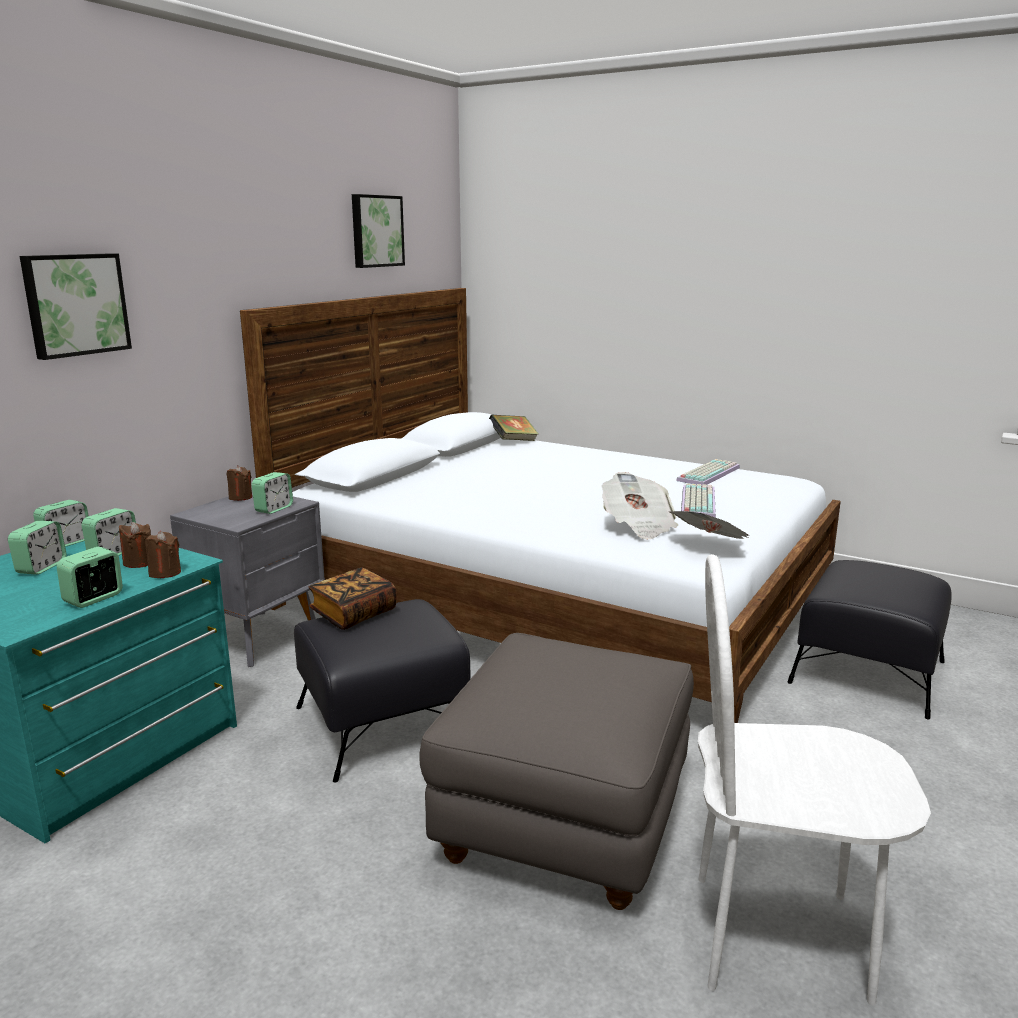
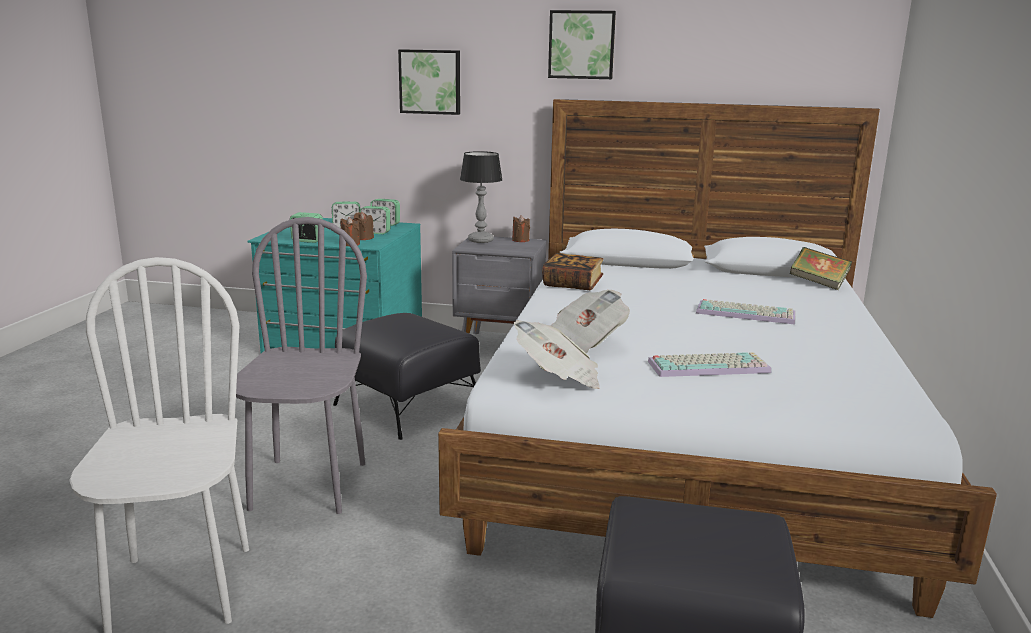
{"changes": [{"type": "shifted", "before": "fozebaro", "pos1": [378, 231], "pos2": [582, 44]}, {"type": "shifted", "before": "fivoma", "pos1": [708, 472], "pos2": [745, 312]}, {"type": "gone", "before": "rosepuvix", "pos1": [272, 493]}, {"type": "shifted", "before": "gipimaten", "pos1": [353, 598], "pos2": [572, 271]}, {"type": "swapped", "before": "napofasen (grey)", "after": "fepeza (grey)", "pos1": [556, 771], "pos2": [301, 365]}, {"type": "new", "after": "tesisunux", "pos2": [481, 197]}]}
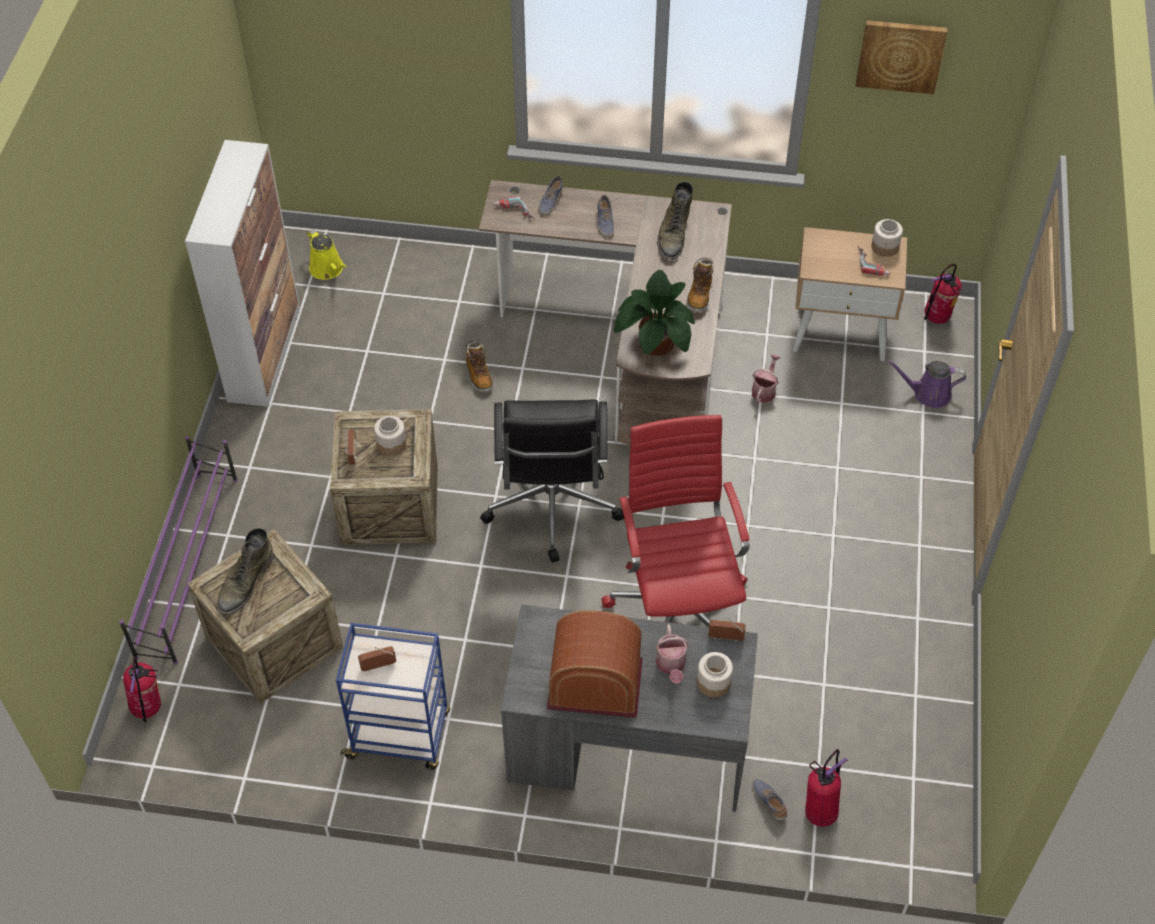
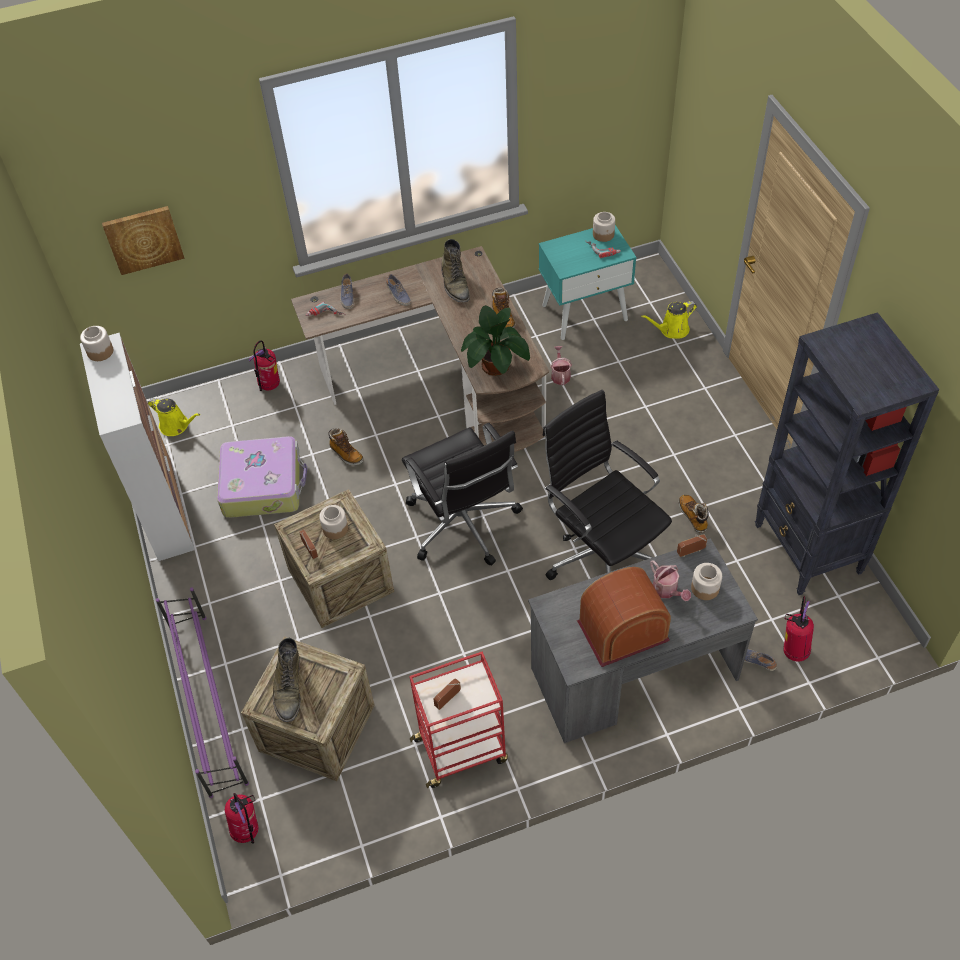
{"changes": [{"type": "shifted", "before": "fozebaro", "pos1": [902, 57], "pos2": [143, 240]}, {"type": "repainted", "before": "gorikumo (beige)", "after": "gorikumo (turquoise)", "pos1": [850, 294], "pos2": [587, 282]}, {"type": "shifted", "before": "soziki", "pos1": [943, 294], "pos2": [264, 365]}, {"type": "repainted", "before": "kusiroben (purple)", "after": "kusiroben (yellow)", "pos1": [926, 384], "pos2": [669, 320]}, {"type": "repainted", "before": "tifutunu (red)", "after": "tifutunu (black)", "pos1": [675, 521], "pos2": [607, 485]}, {"type": "repainted", "before": "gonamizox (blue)", "after": "gonamizox (red)", "pos1": [393, 696], "pos2": [458, 720]}, {"type": "new", "after": "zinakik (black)", "pos2": [847, 453]}, {"type": "new", "after": "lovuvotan", "pos2": [96, 343]}, {"type": "new", "after": "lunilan", "pos2": [262, 477]}, {"type": "new", "after": "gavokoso", "pos2": [694, 513]}]}
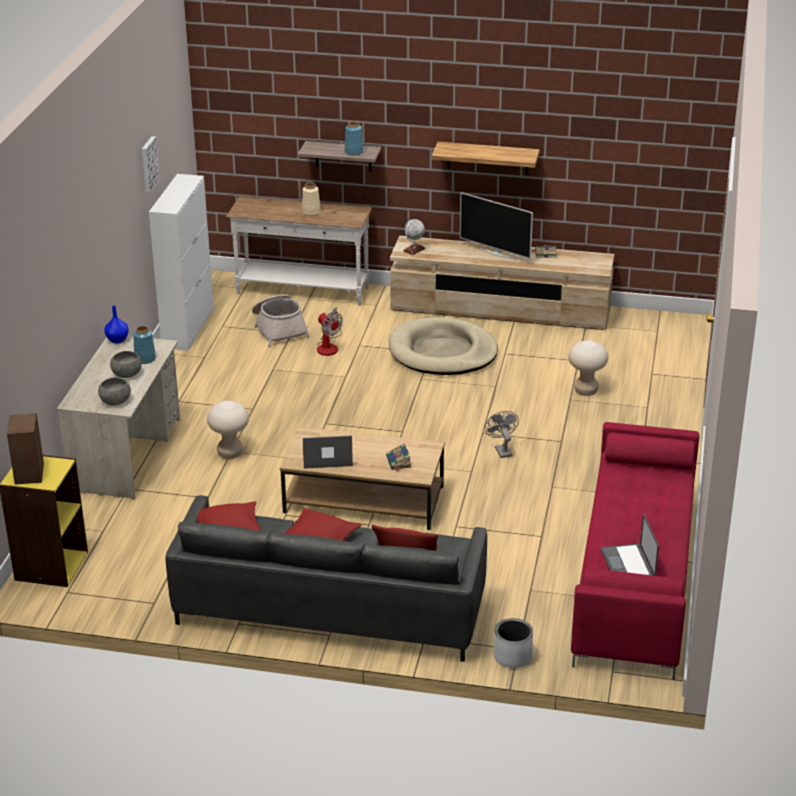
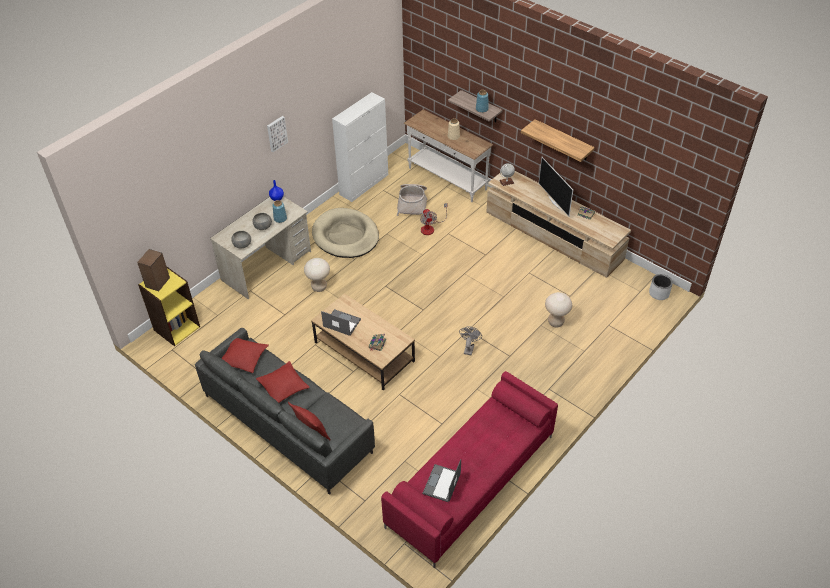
{"changes": [{"type": "shifted", "before": "fozebaro", "pos1": [151, 164], "pos2": [277, 134]}, {"type": "shifted", "before": "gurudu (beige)", "pos1": [443, 346], "pos2": [345, 233]}, {"type": "shifted", "before": "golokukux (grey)", "pos1": [513, 643], "pos2": [661, 287]}]}
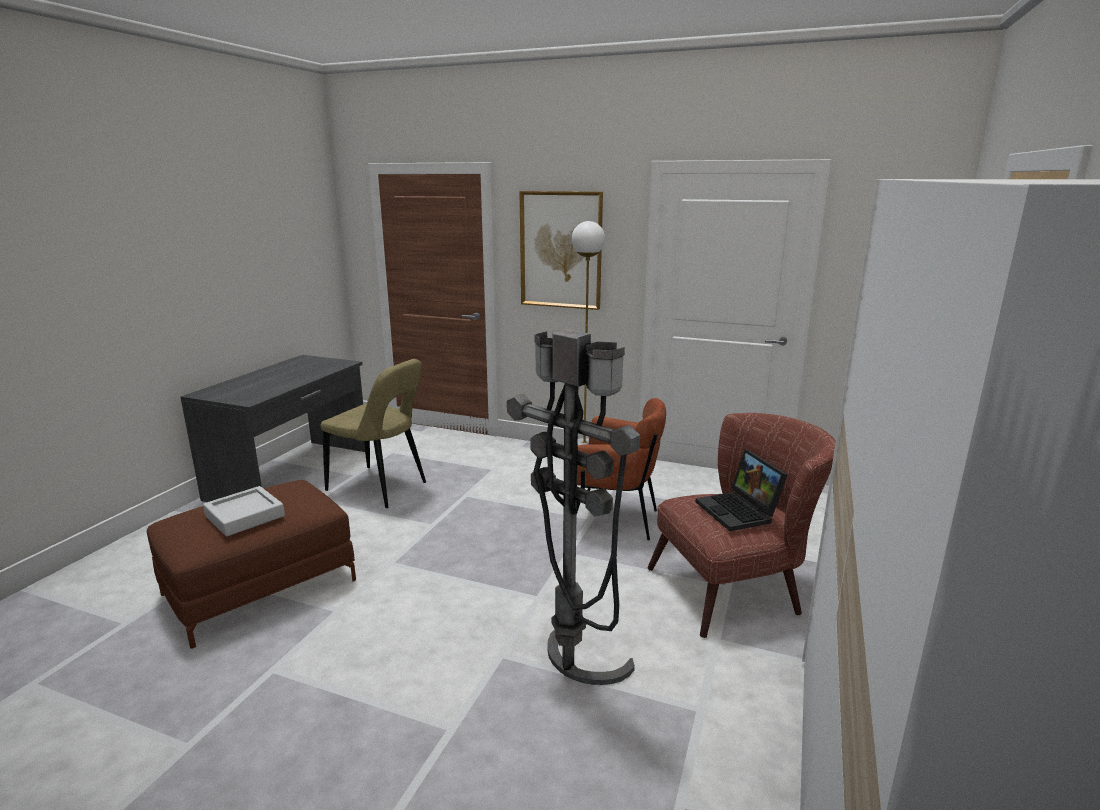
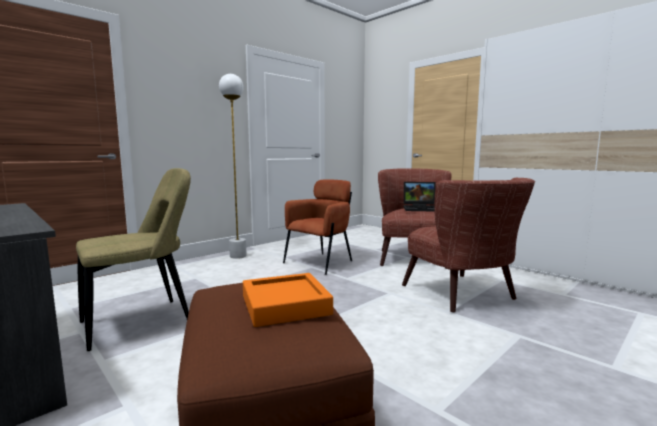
{"changes": [{"type": "gone", "before": "fozebaro", "pos1": [561, 250]}, {"type": "swapped", "before": "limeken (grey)", "after": "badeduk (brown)", "pos1": [573, 507], "pos2": [468, 245]}, {"type": "repainted", "before": "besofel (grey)", "after": "besofel (orange)", "pos1": [244, 511], "pos2": [288, 300]}]}
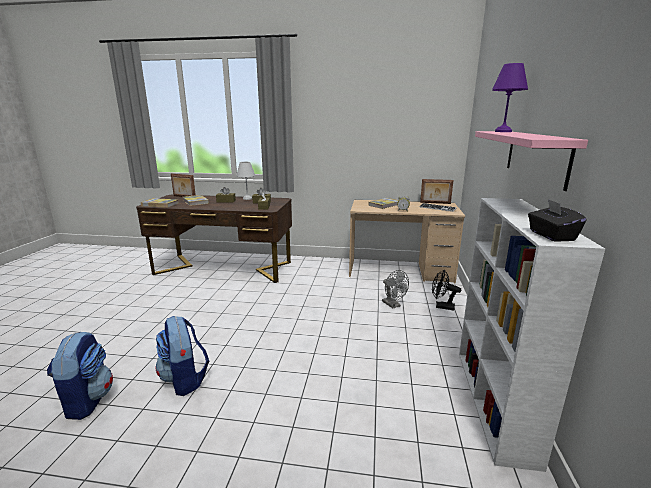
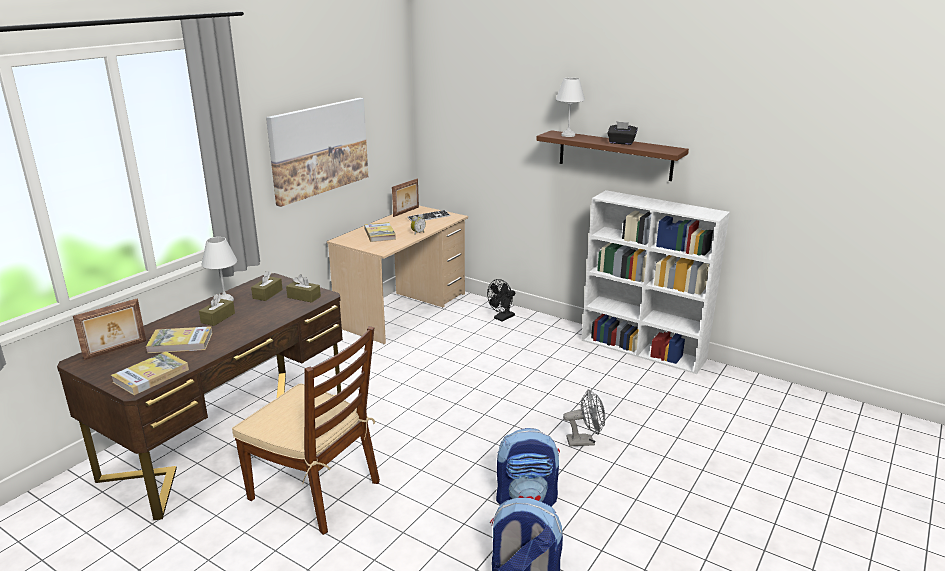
{"changes": [{"type": "repainted", "before": "tesisunux (purple)", "after": "tesisunux (white)", "pos1": [510, 97], "pos2": [570, 107]}, {"type": "repainted", "before": "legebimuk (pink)", "after": "legebimuk (brown)", "pos1": [531, 161], "pos2": [612, 155]}, {"type": "shifted", "before": "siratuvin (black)", "pos1": [557, 220], "pos2": [622, 133]}, {"type": "shifted", "before": "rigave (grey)", "pos1": [395, 289], "pos2": [584, 417]}, {"type": "new", "after": "fozebaro", "pos2": [317, 152]}, {"type": "new", "after": "fepeza (brown)", "pos2": [306, 430]}]}
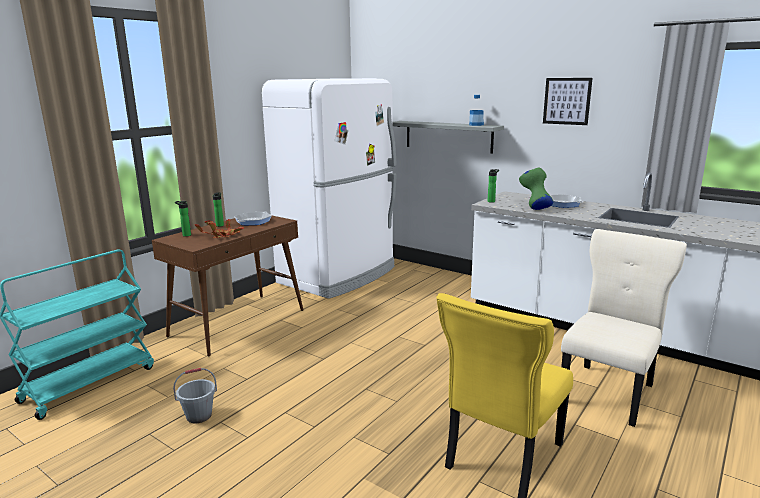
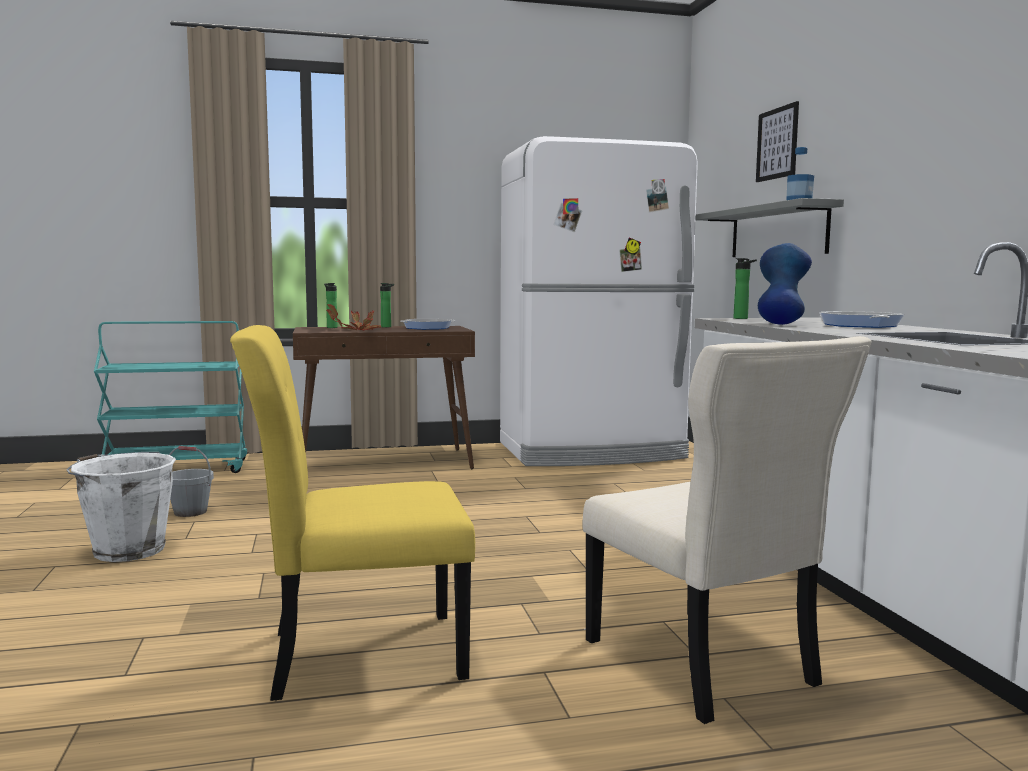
{"changes": [{"type": "shifted", "before": "fozebaro", "pos1": [568, 101], "pos2": [777, 141]}, {"type": "repainted", "before": "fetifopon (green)", "after": "fetifopon (blue)", "pos1": [536, 188], "pos2": [785, 284]}, {"type": "rotated", "before": "fepeza (beige)", "pos1": [624, 328], "pos2": [726, 530], "turn": 75}, {"type": "new", "after": "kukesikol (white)", "pos2": [121, 507]}]}
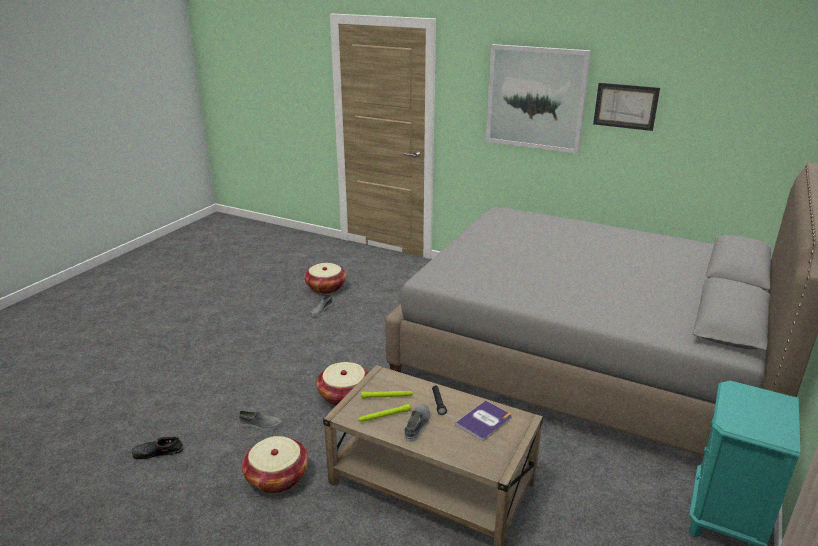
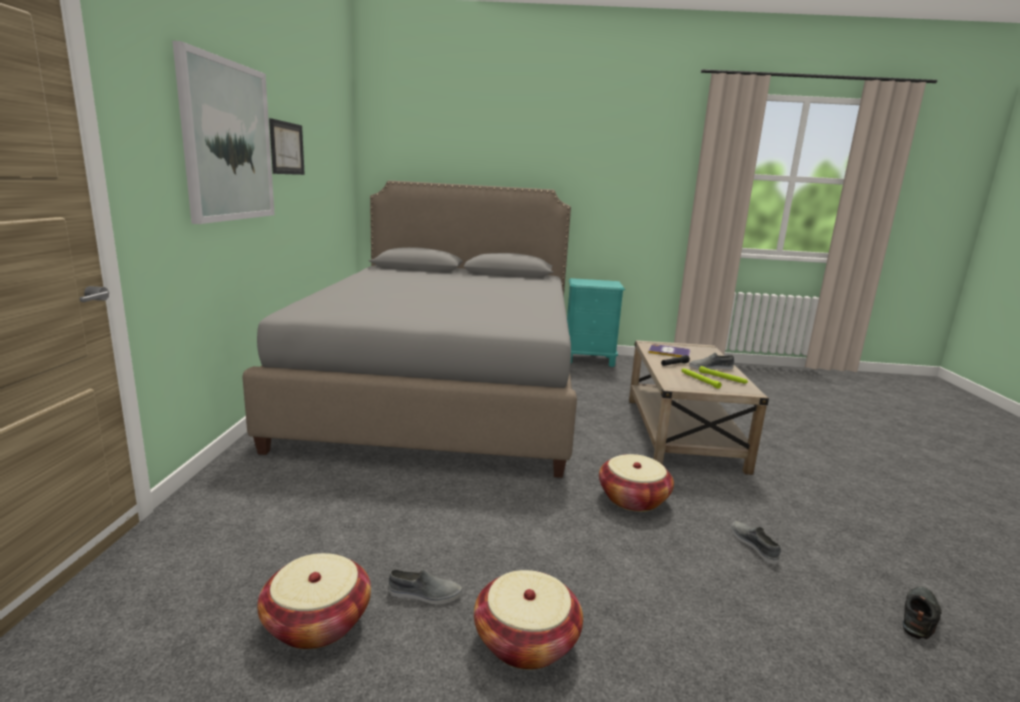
{"changes": [{"type": "rotated", "before": "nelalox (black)", "pos1": [157, 448], "pos2": [922, 612], "turn": -105}, {"type": "shifted", "before": "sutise", "pos1": [275, 464], "pos2": [528, 620]}]}
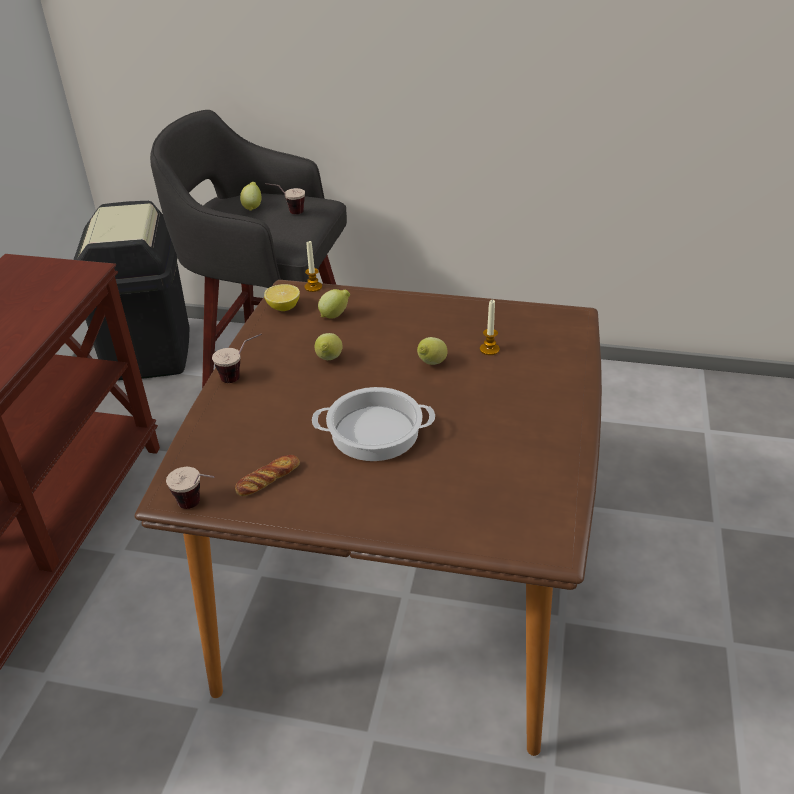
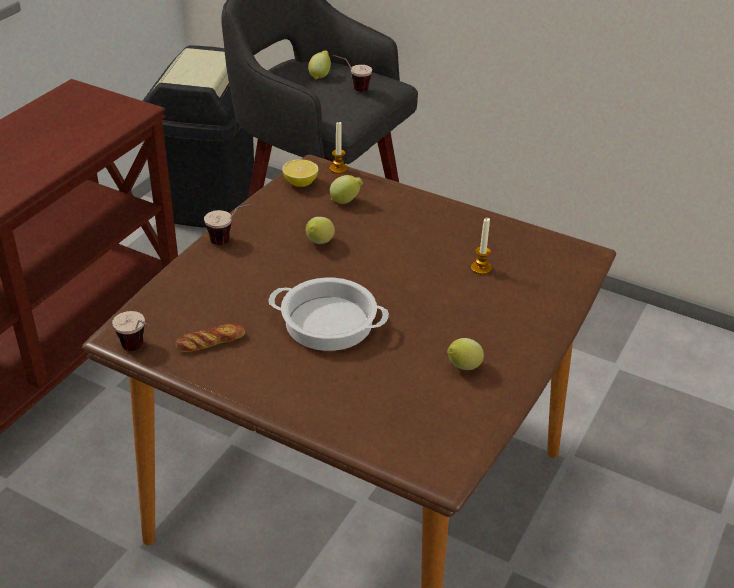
{"changes": [{"type": "shifted", "before": "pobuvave", "pos1": [432, 351], "pos2": [465, 354]}]}
